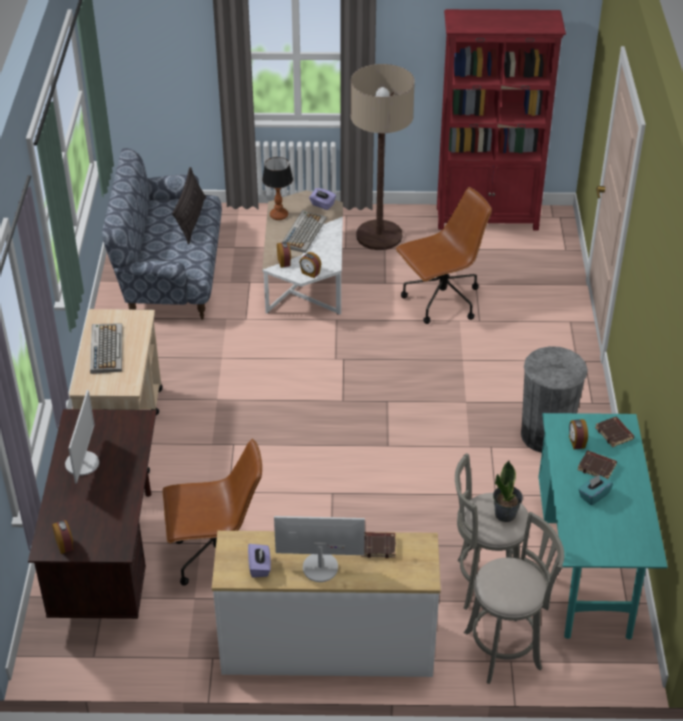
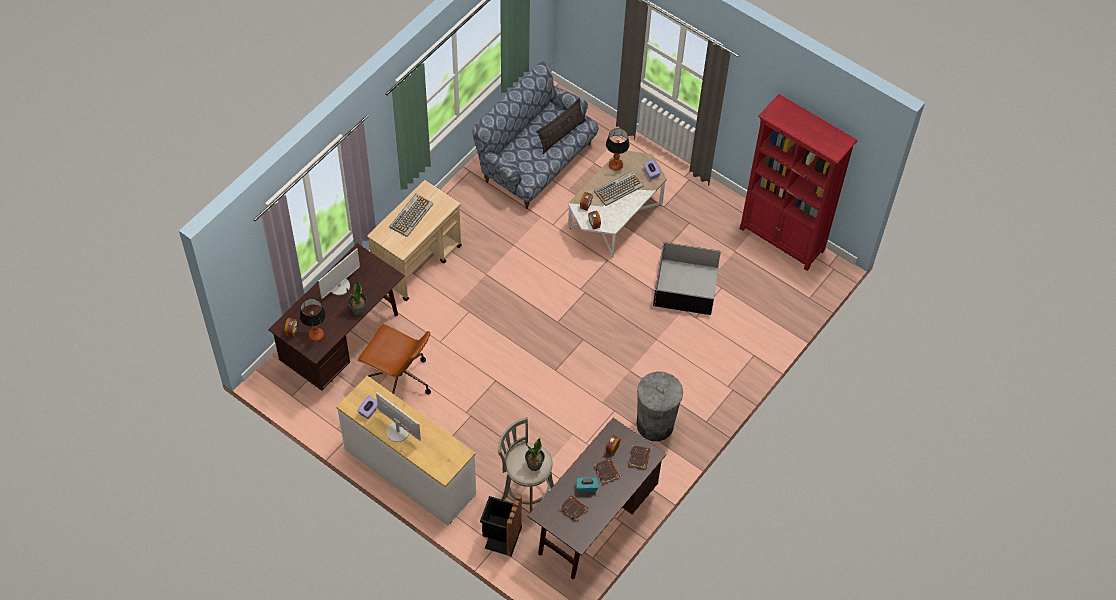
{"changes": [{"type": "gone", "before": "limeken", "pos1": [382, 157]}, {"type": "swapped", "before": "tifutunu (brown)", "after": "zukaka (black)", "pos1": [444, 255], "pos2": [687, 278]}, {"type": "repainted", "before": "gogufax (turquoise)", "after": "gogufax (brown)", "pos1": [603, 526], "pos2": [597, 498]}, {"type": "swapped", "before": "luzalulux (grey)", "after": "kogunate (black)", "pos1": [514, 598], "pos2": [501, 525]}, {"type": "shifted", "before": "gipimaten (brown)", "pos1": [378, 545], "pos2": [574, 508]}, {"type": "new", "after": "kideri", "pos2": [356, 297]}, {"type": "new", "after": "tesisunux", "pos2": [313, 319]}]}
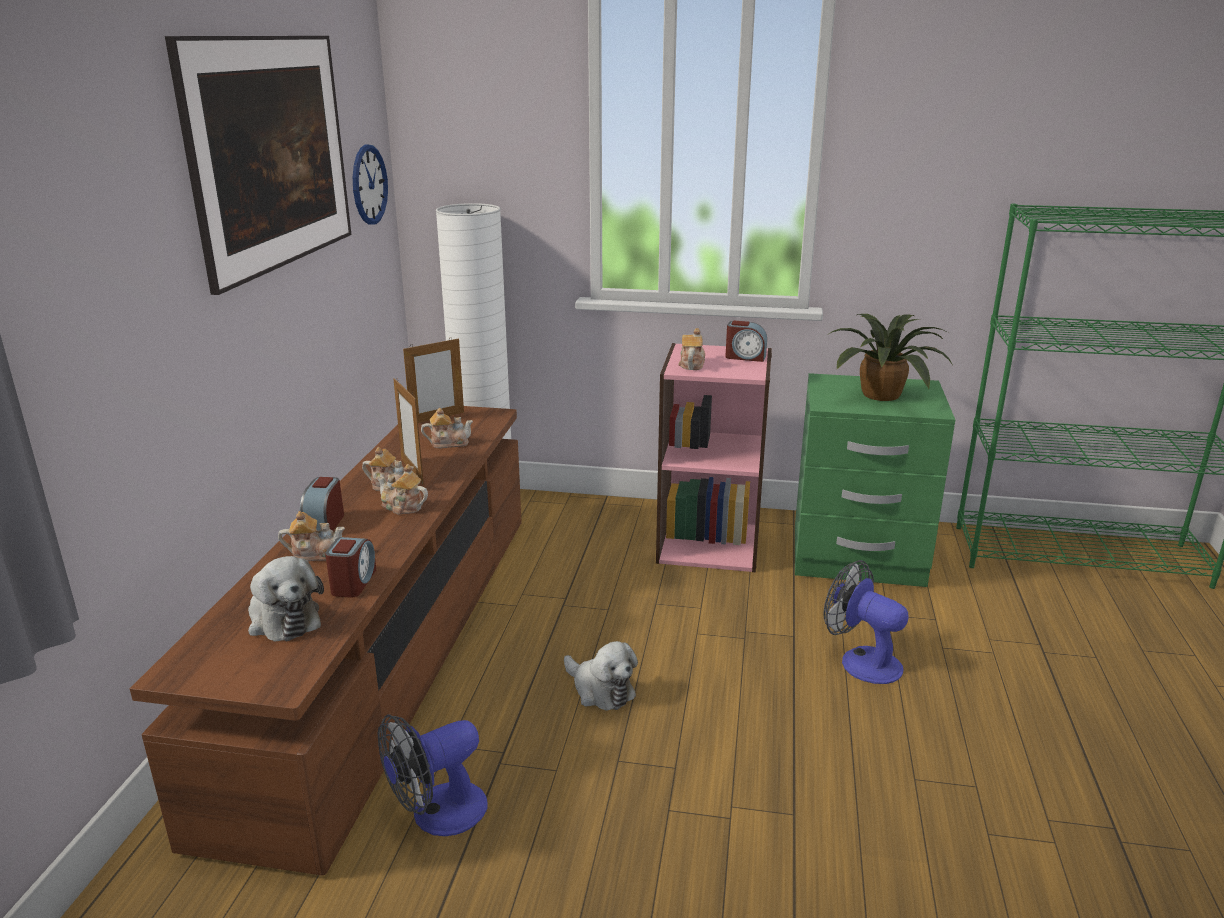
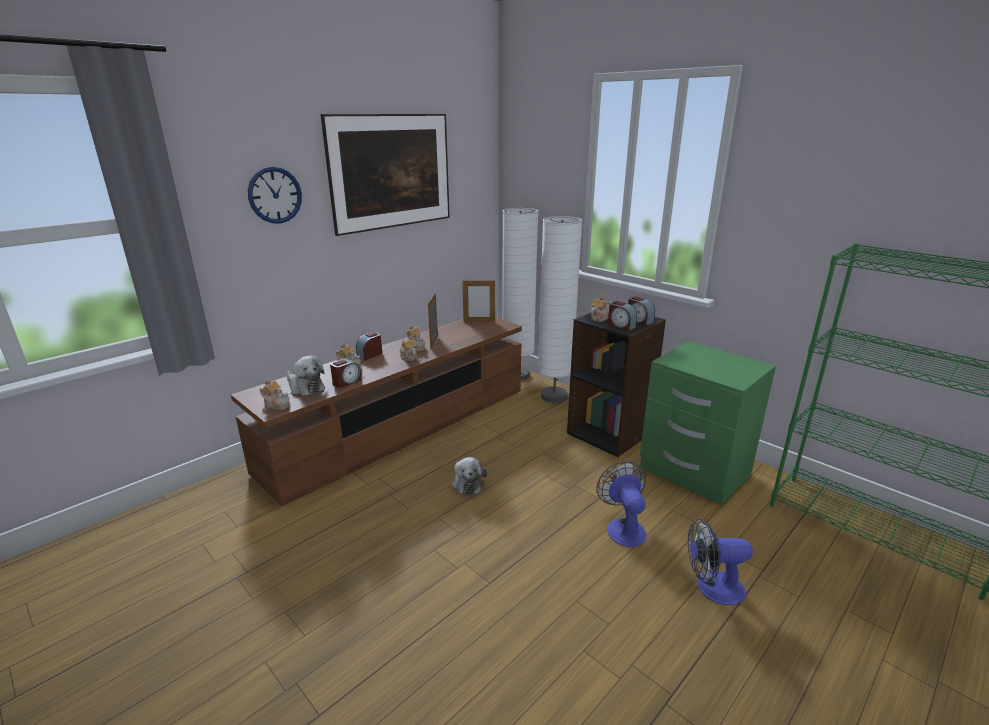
{"changes": [{"type": "shifted", "before": "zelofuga", "pos1": [370, 184], "pos2": [275, 195]}, {"type": "gone", "before": "kideri", "pos1": [890, 357]}, {"type": "repainted", "before": "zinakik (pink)", "after": "zinakik (black)", "pos1": [714, 457], "pos2": [616, 385]}, {"type": "shifted", "before": "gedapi", "pos1": [447, 428], "pos2": [275, 394]}, {"type": "rotated", "before": "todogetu", "pos1": [286, 598], "pos2": [305, 376], "turn": -45}, {"type": "shifted", "before": "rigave", "pos1": [433, 775], "pos2": [720, 561]}, {"type": "new", "after": "limeken (white)", "pos2": [560, 309]}, {"type": "new", "after": "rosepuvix", "pos2": [622, 316]}]}
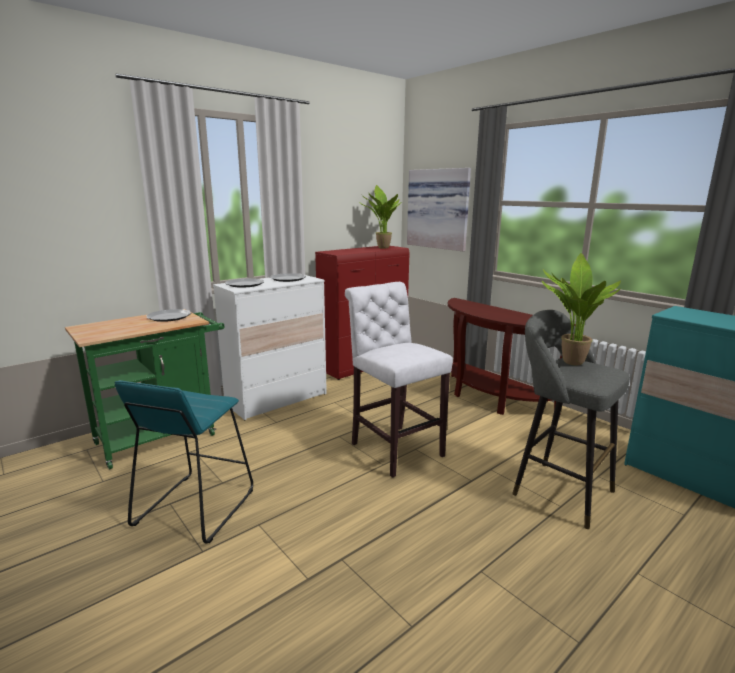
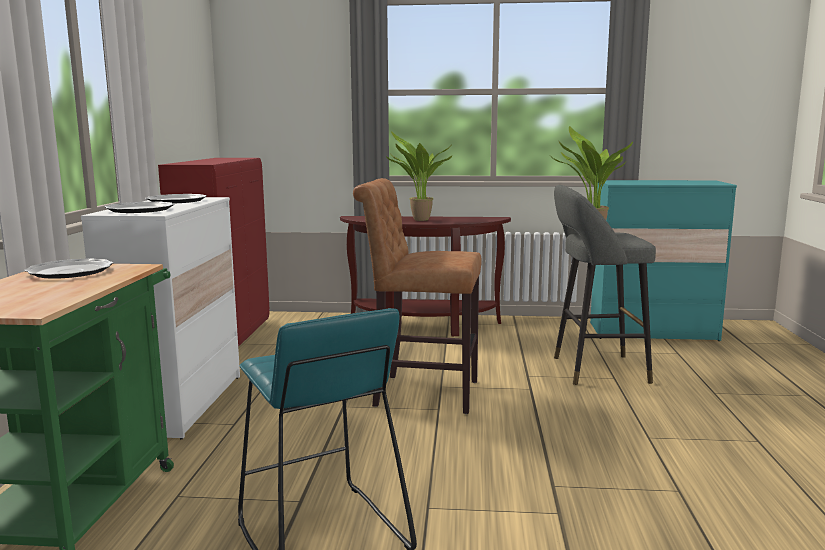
{"changes": [{"type": "gone", "before": "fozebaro", "pos1": [439, 209]}, {"type": "shifted", "before": "kideri", "pos1": [381, 217], "pos2": [419, 176]}, {"type": "repainted", "before": "luzalulux (white)", "after": "luzalulux (brown)", "pos1": [399, 380], "pos2": [417, 296]}]}
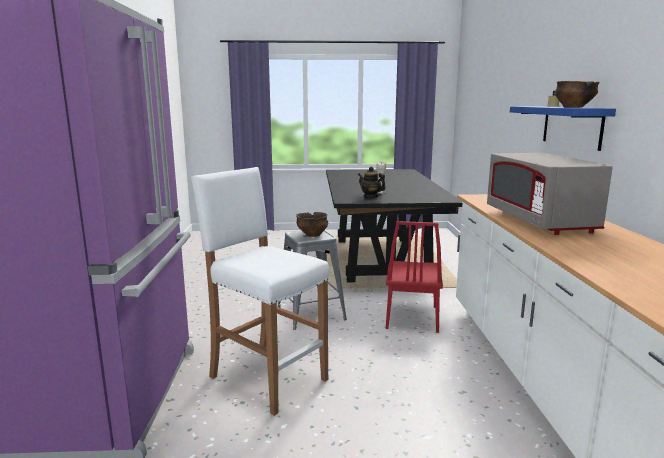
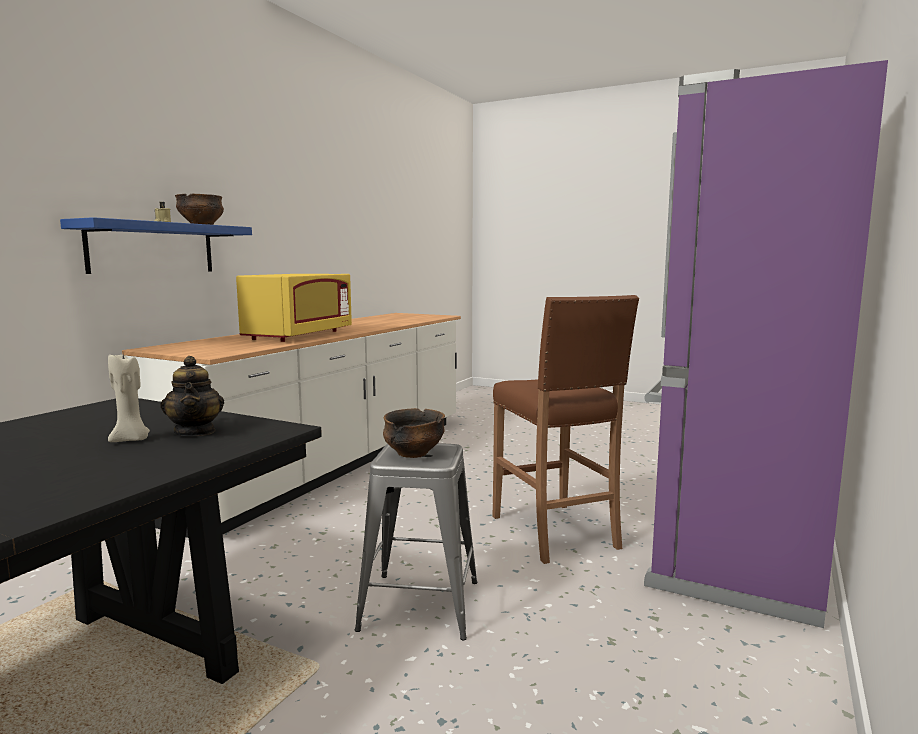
{"changes": [{"type": "repainted", "before": "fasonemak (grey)", "after": "fasonemak (yellow)", "pos1": [550, 194], "pos2": [294, 308]}, {"type": "repainted", "before": "luzalulux (white)", "after": "luzalulux (brown)", "pos1": [260, 291], "pos2": [566, 429]}, {"type": "gone", "before": "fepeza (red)", "pos1": [414, 277]}]}
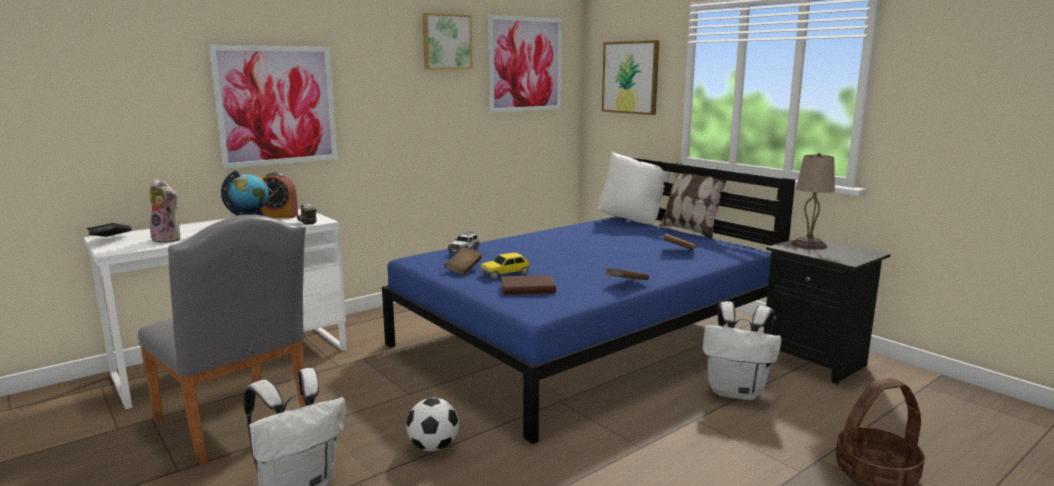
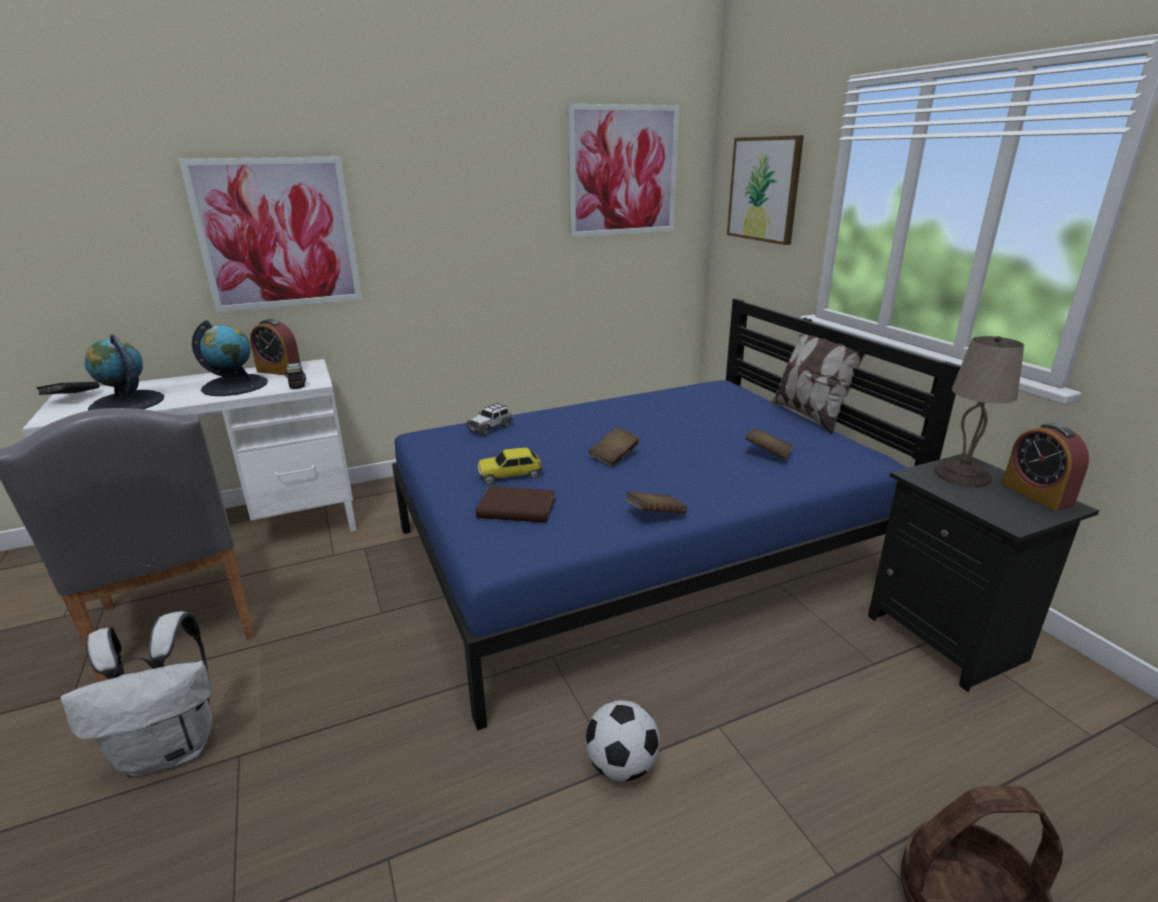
{"changes": [{"type": "gone", "before": "fozebaro", "pos1": [447, 41]}, {"type": "gone", "before": "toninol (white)", "pos1": [634, 188]}, {"type": "swapped", "before": "todogetu", "after": "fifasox", "pos1": [164, 211], "pos2": [124, 372]}, {"type": "shifted", "before": "gipimaten (brown)", "pos1": [464, 261], "pos2": [614, 447]}, {"type": "gone", "before": "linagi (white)", "pos1": [742, 350]}, {"type": "shifted", "before": "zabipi", "pos1": [433, 424], "pos2": [622, 740]}, {"type": "new", "after": "rosepuvix", "pos2": [1045, 467]}]}
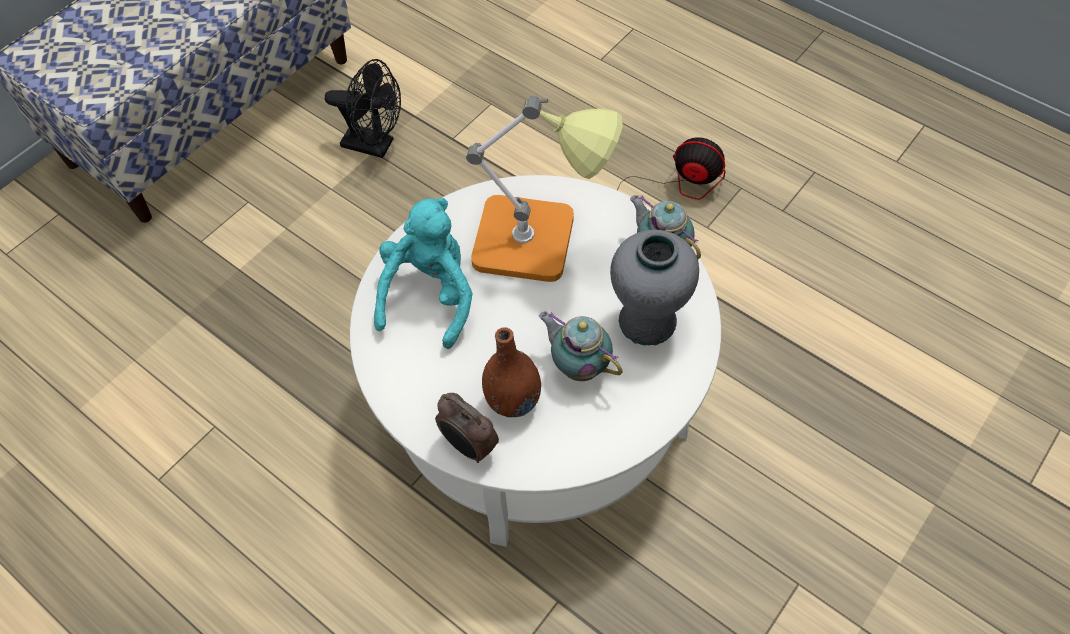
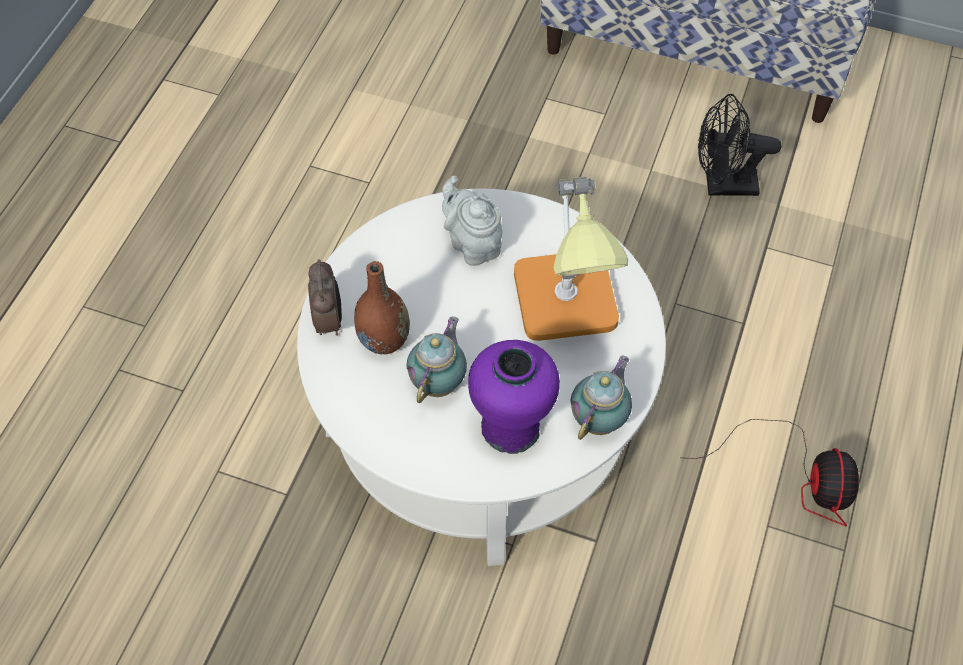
{"changes": [{"type": "rotated", "before": "rigave (black)", "pos1": [363, 108], "pos2": [740, 145], "turn": 90}, {"type": "swapped", "before": "todogetu (turquoise)", "after": "gedapi (grey)", "pos1": [423, 273], "pos2": [472, 220]}, {"type": "repainted", "before": "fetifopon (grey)", "after": "fetifopon (purple)", "pos1": [654, 287], "pos2": [514, 397]}, {"type": "rotated", "before": "rosepuvix", "pos1": [467, 428], "pos2": [325, 297], "turn": 150}]}
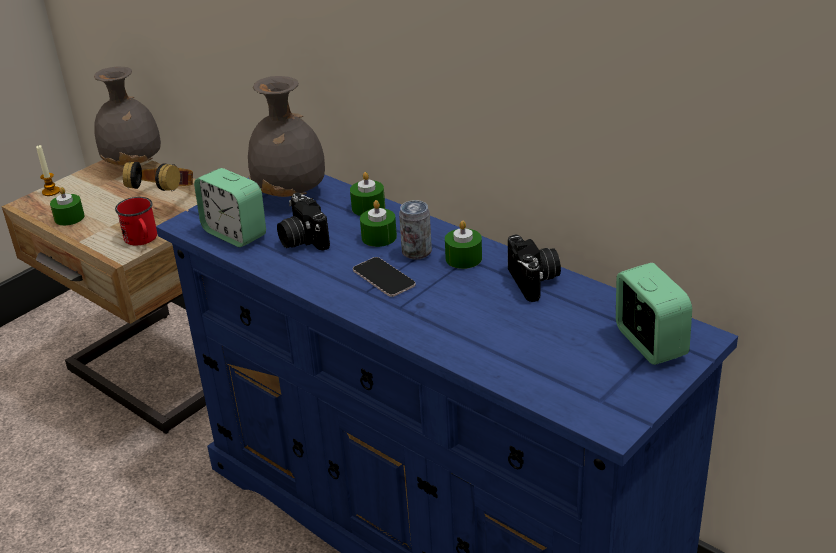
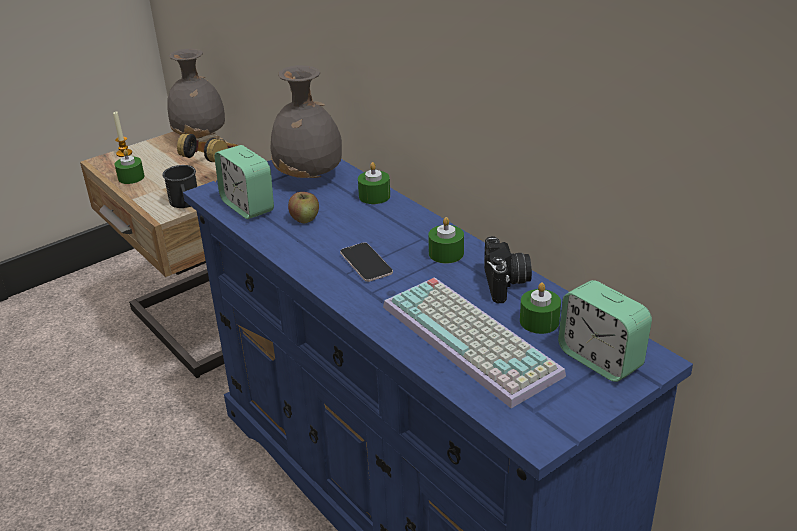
{"changes": [{"type": "swapped", "before": "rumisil", "after": "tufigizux", "pos1": [303, 222], "pos2": [303, 207]}, {"type": "repainted", "before": "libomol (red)", "after": "libomol (black)", "pos1": [136, 221], "pos2": [179, 186]}, {"type": "shifted", "before": "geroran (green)", "pos1": [378, 223], "pos2": [540, 308]}, {"type": "gone", "before": "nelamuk", "pos1": [415, 230]}, {"type": "rotated", "before": "rosepuvix", "pos1": [654, 314], "pos2": [605, 331], "turn": 150}, {"type": "new", "after": "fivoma", "pos2": [474, 342]}]}
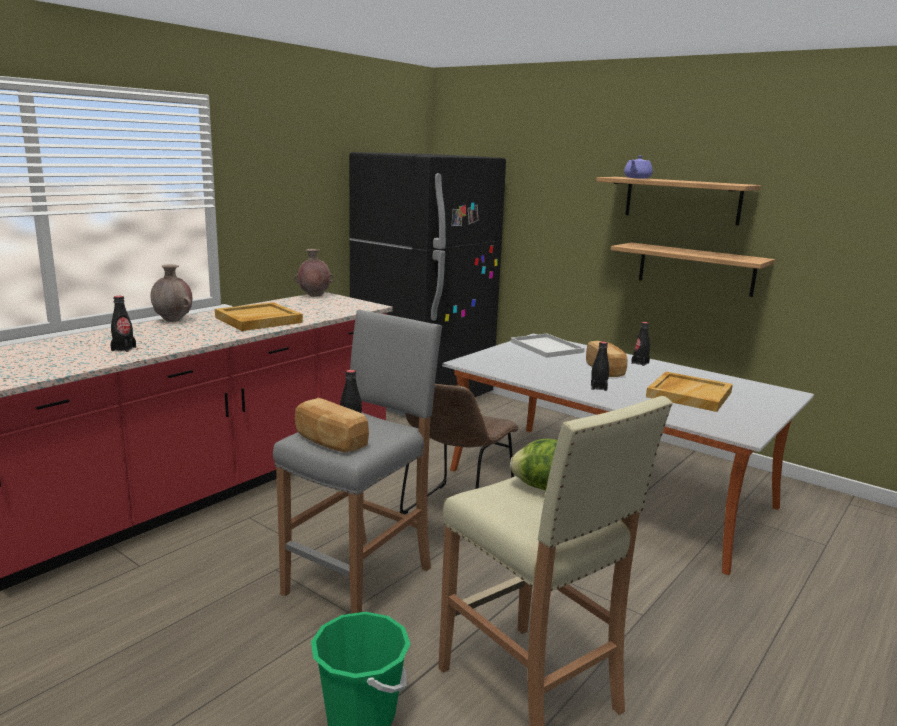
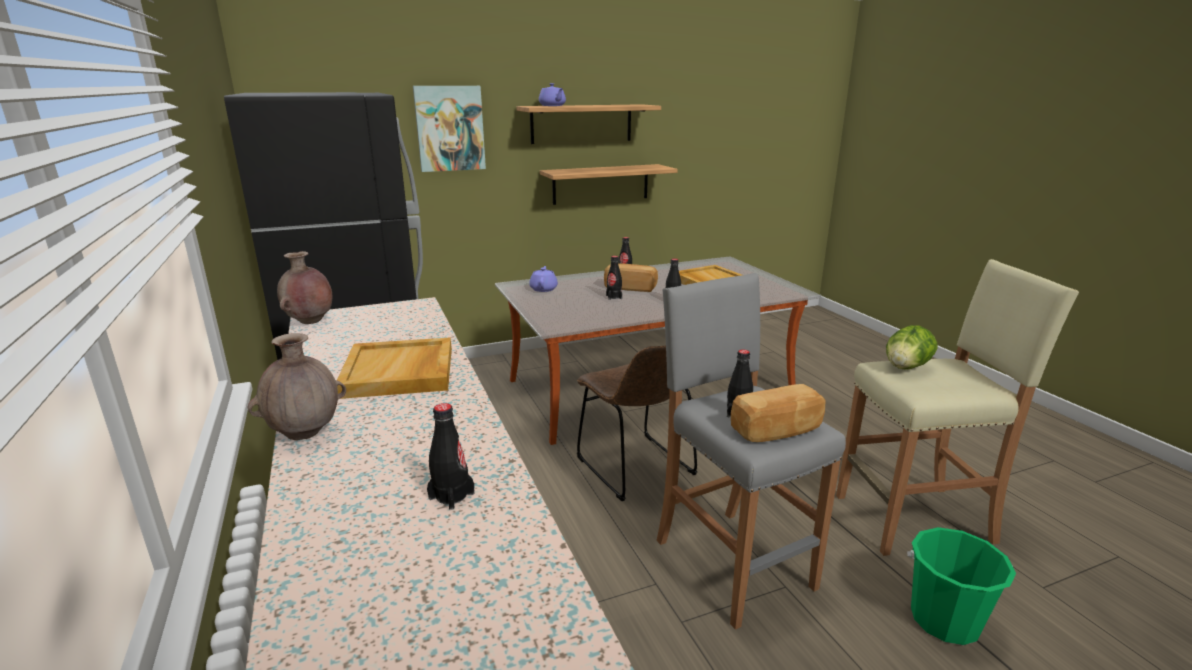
{"changes": [{"type": "swapped", "before": "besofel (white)", "after": "gedapi (purple)", "pos1": [548, 346], "pos2": [543, 279]}, {"type": "new", "after": "fozebaro", "pos2": [449, 129]}, {"type": "new", "after": "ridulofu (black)", "pos2": [614, 278]}]}
